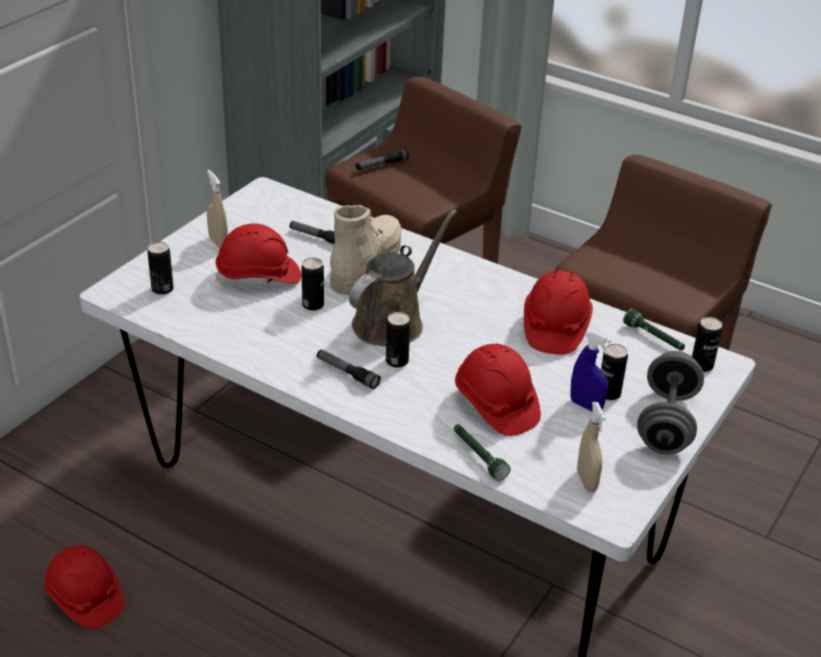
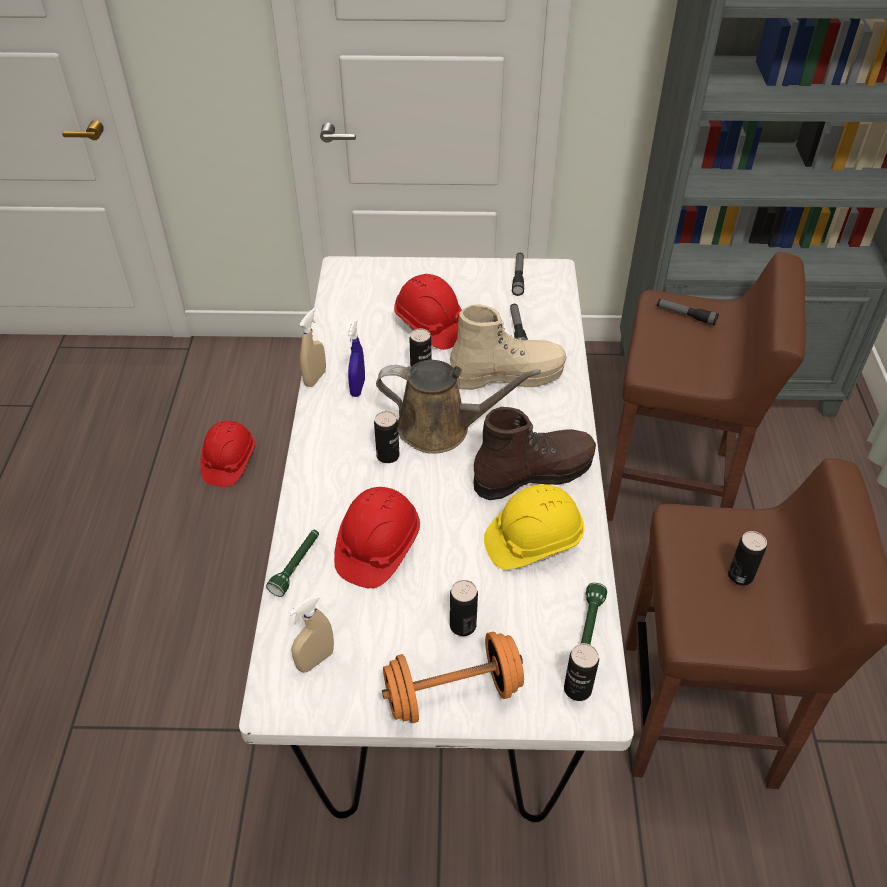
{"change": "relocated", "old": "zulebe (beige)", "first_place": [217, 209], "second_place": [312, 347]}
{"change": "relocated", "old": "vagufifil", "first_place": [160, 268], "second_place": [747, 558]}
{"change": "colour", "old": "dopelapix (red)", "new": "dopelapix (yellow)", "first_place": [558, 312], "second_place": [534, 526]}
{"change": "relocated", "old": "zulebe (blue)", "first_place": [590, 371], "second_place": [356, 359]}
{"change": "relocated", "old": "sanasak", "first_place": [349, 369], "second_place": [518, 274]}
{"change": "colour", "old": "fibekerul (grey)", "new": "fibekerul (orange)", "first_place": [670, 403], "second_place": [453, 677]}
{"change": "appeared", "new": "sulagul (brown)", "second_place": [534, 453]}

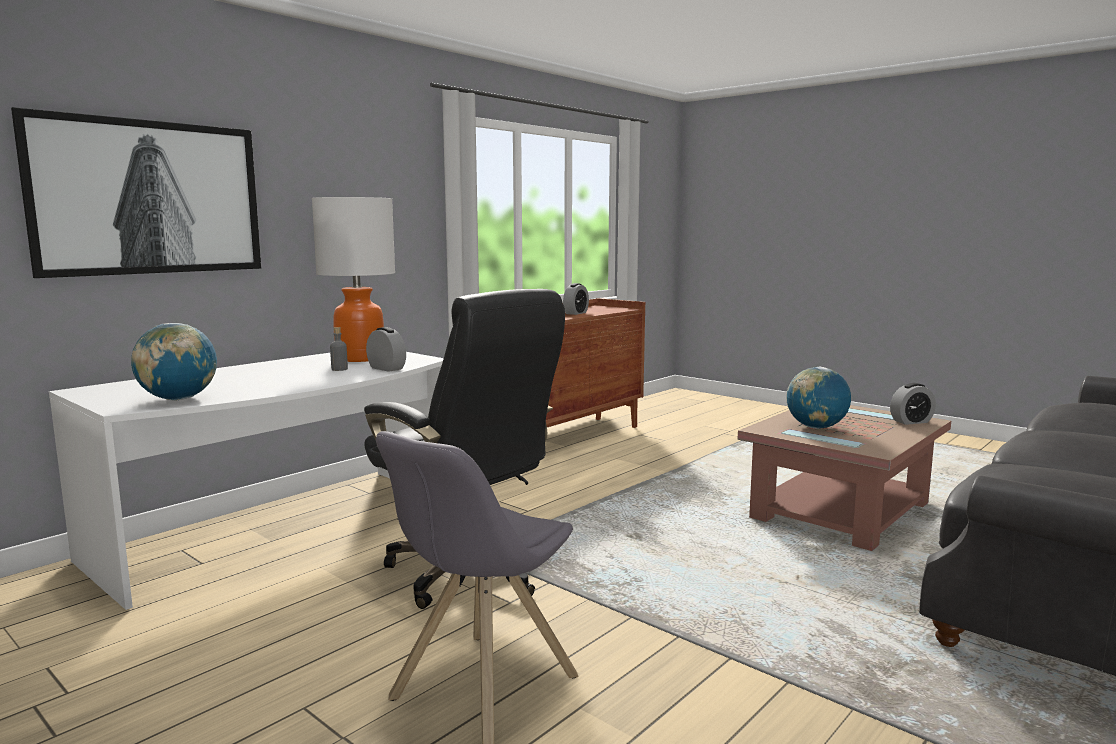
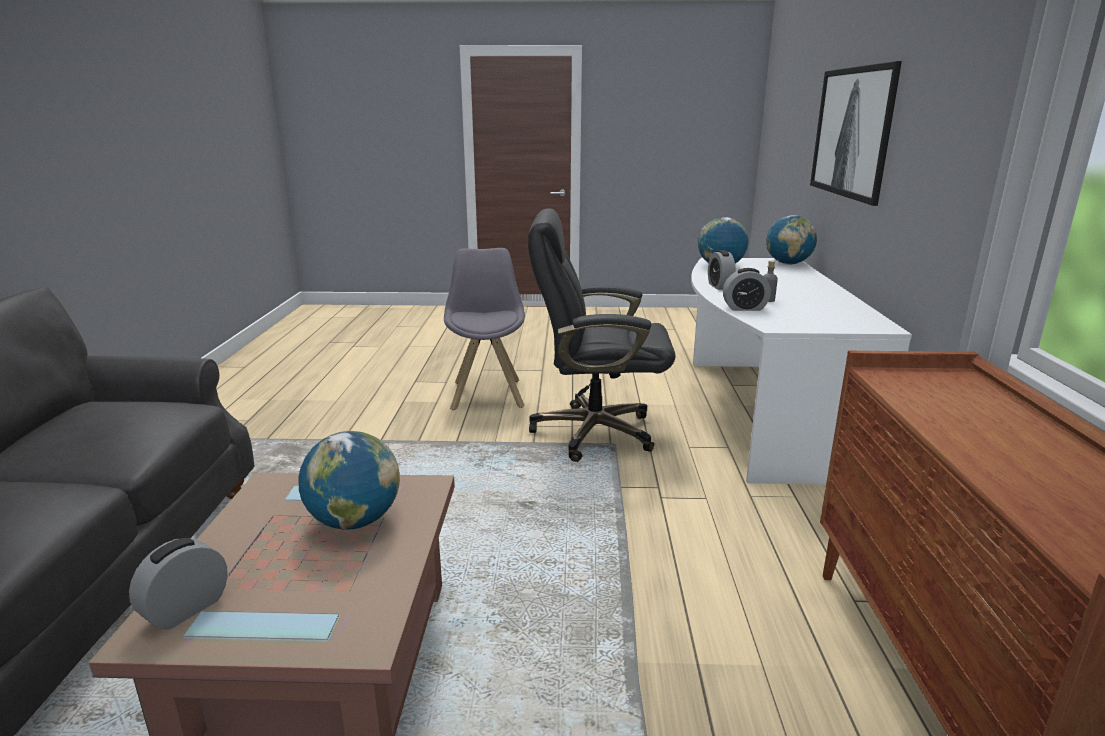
{"change": "missing", "old": "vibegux", "first_place": [353, 279]}
{"change": "relocated", "old": "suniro", "first_place": [576, 299], "second_place": [722, 270]}
{"change": "appeared", "new": "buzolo", "second_place": [791, 240]}

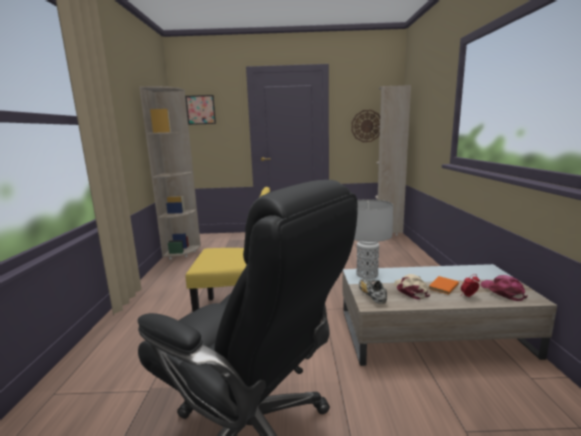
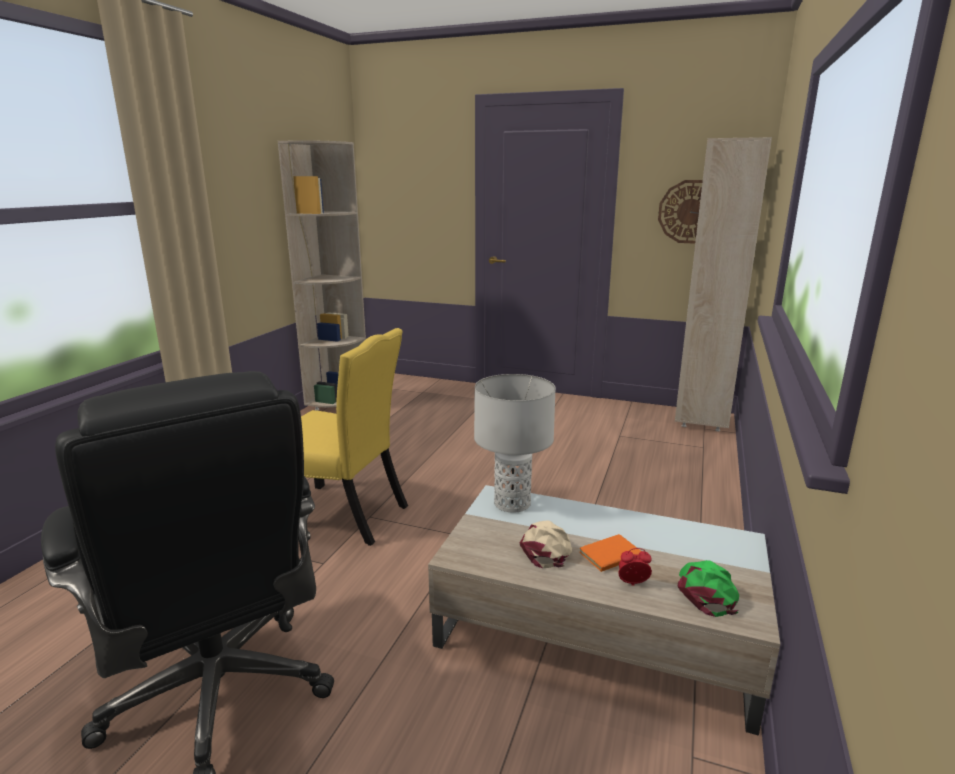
{"change": "missing", "old": "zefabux", "first_place": [200, 110]}
{"change": "colour", "old": "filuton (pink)", "new": "filuton (green)", "first_place": [504, 288], "second_place": [708, 588]}
{"change": "missing", "old": "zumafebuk", "first_place": [373, 291]}

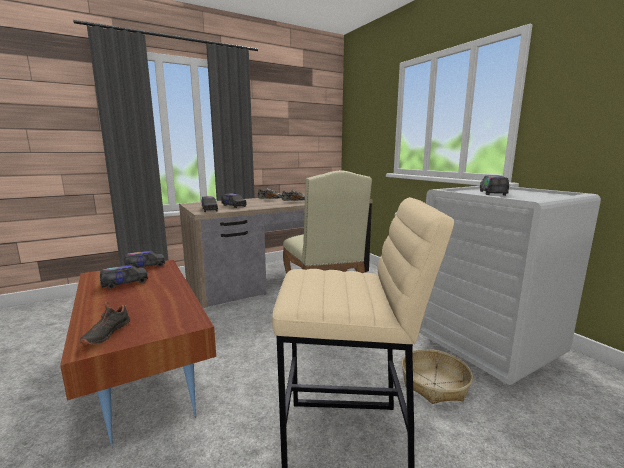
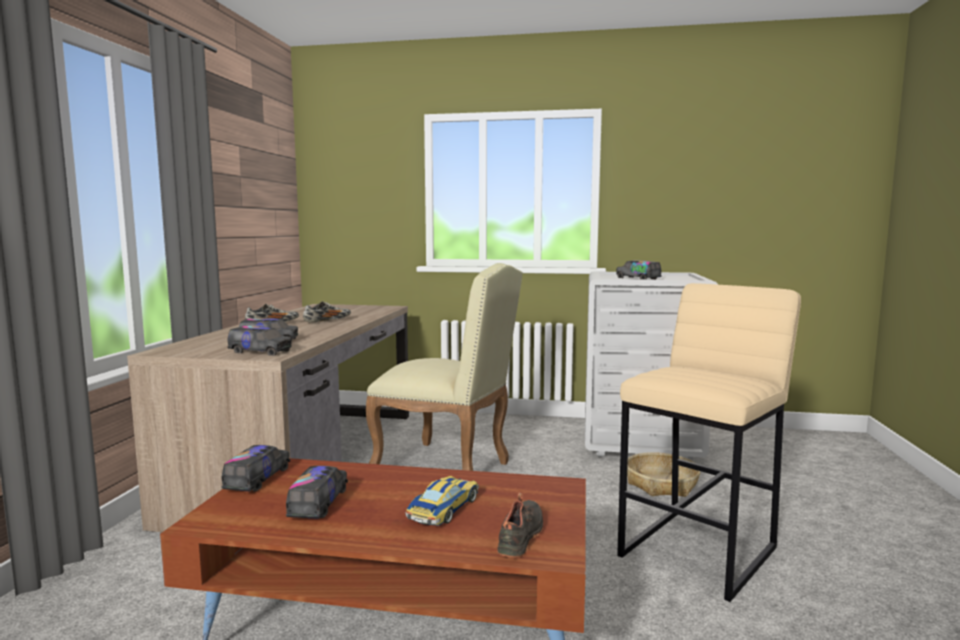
{"change": "spun", "old": "zumafebuk (black)", "first_place": [105, 323], "second_place": [520, 525], "degrees": -120}
{"change": "appeared", "new": "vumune", "second_place": [442, 501]}

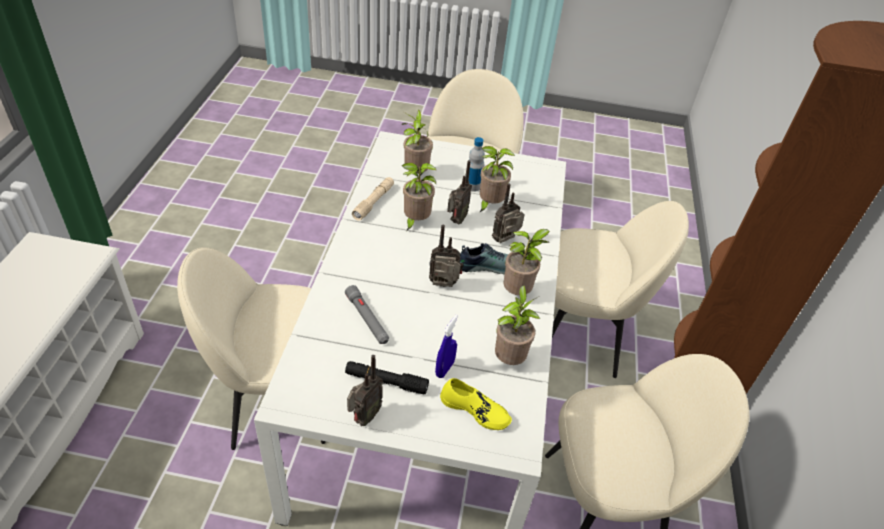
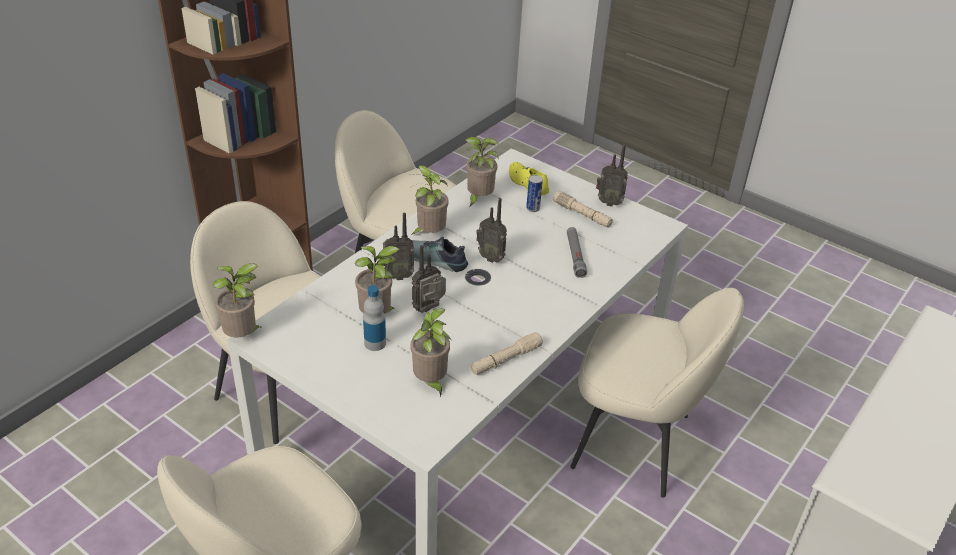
{"change": "relocated", "old": "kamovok", "first_place": [419, 197], "second_place": [237, 300]}
{"change": "exchanged", "old": "zulebe (blue)", "new": "vagufifil", "first_place": [446, 346], "second_place": [534, 193]}
{"change": "spun", "old": "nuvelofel", "first_place": [365, 390], "second_place": [612, 175], "degrees": -135}
{"change": "colour", "old": "sanasak (black)", "new": "sanasak (beige)", "first_place": [387, 377], "second_place": [583, 209]}

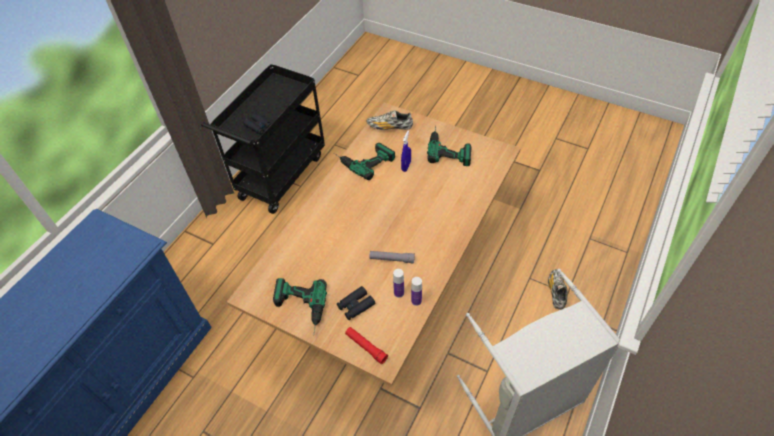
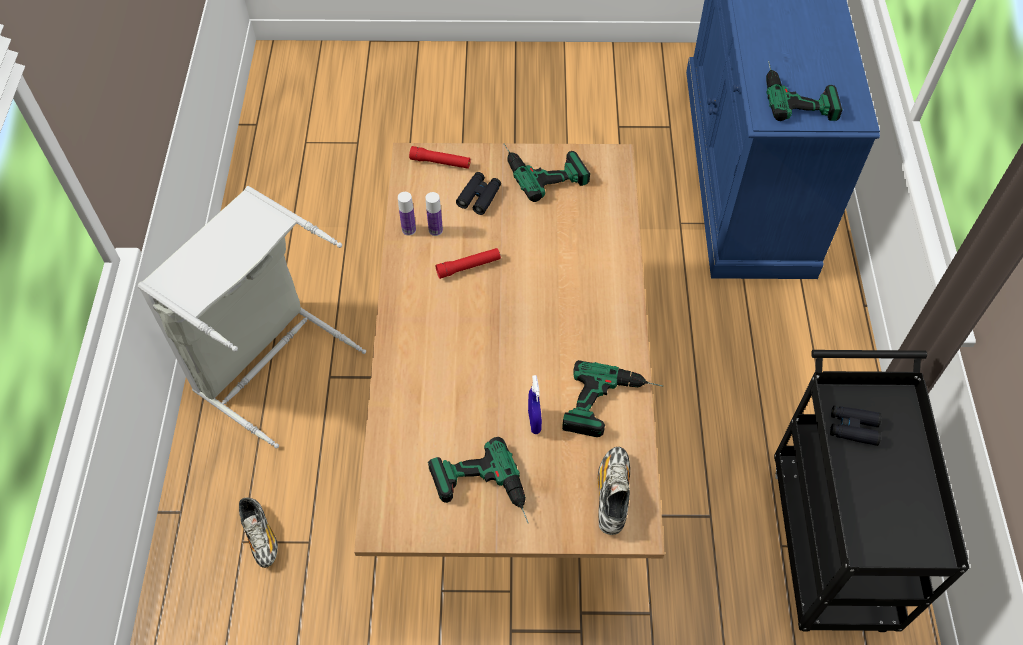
{"change": "spun", "old": "zumafebuk", "first_place": [389, 120], "second_place": [614, 491], "degrees": -60}
{"change": "colour", "old": "sanasak (grey)", "new": "sanasak (red)", "first_place": [392, 257], "second_place": [468, 263]}
{"change": "appeared", "new": "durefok", "second_place": [804, 91]}

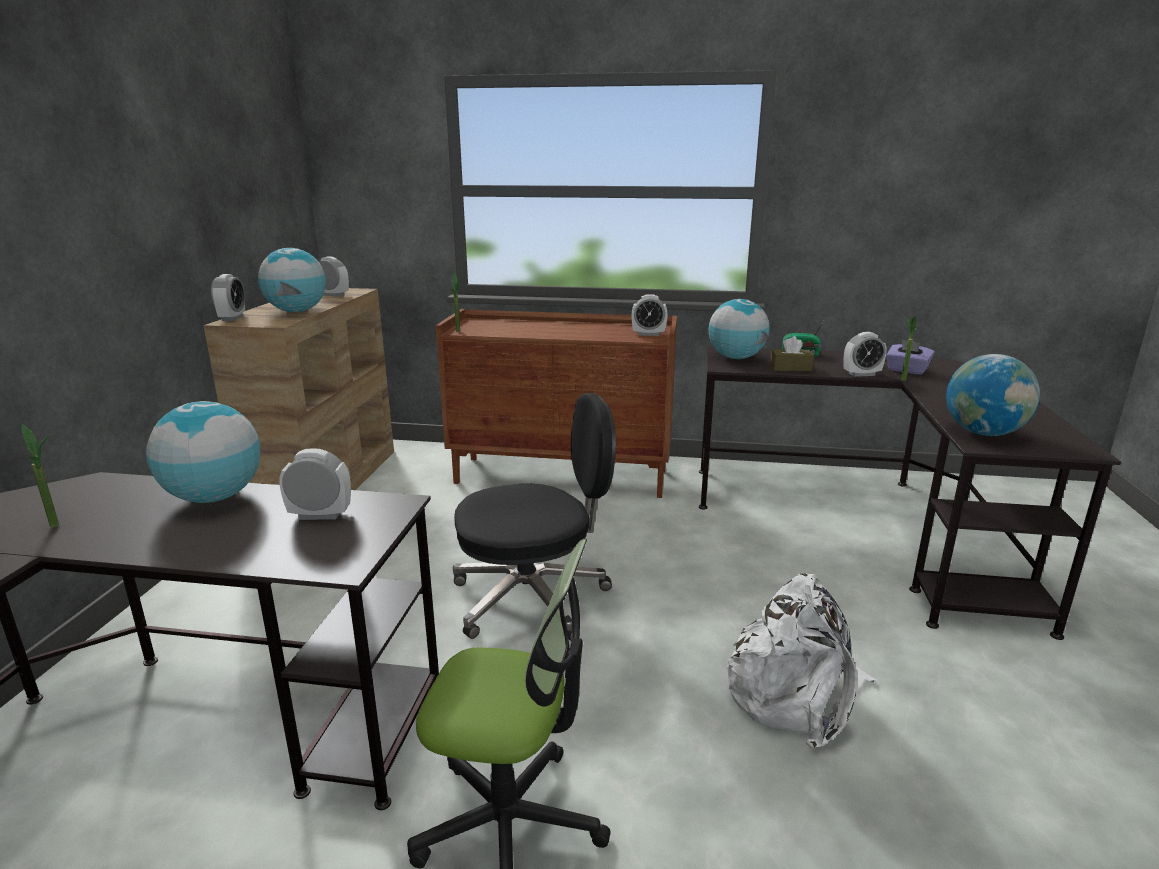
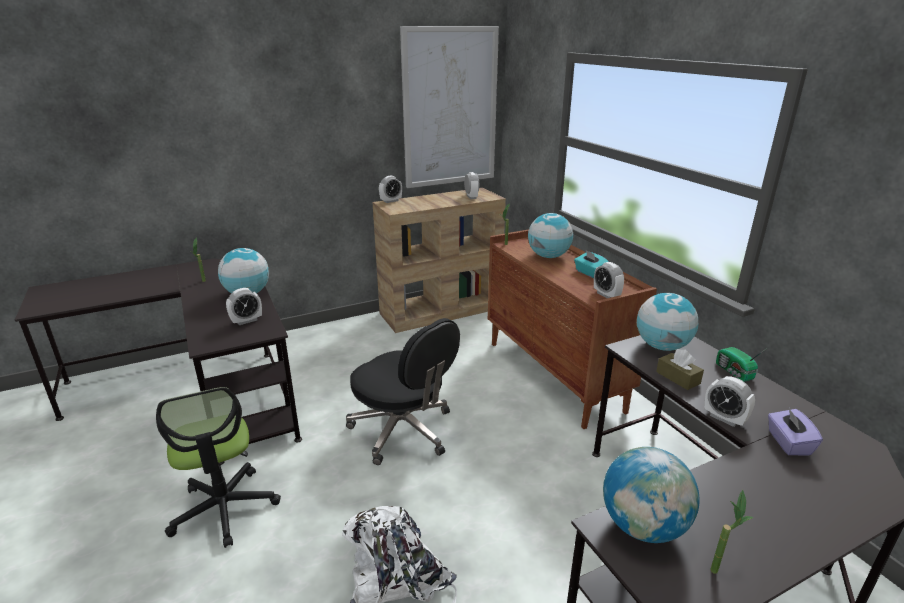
{"change": "relocated", "old": "buzolo", "first_place": [292, 280], "second_place": [550, 235]}
{"change": "relocated", "old": "kamovok", "first_place": [909, 348], "second_place": [732, 532]}
{"change": "spun", "old": "suniro", "first_place": [315, 484], "second_place": [244, 306], "degrees": 90}
{"change": "appeared", "new": "zefabux", "second_place": [449, 107]}
{"change": "appeared", "new": "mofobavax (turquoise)", "second_place": [591, 264]}

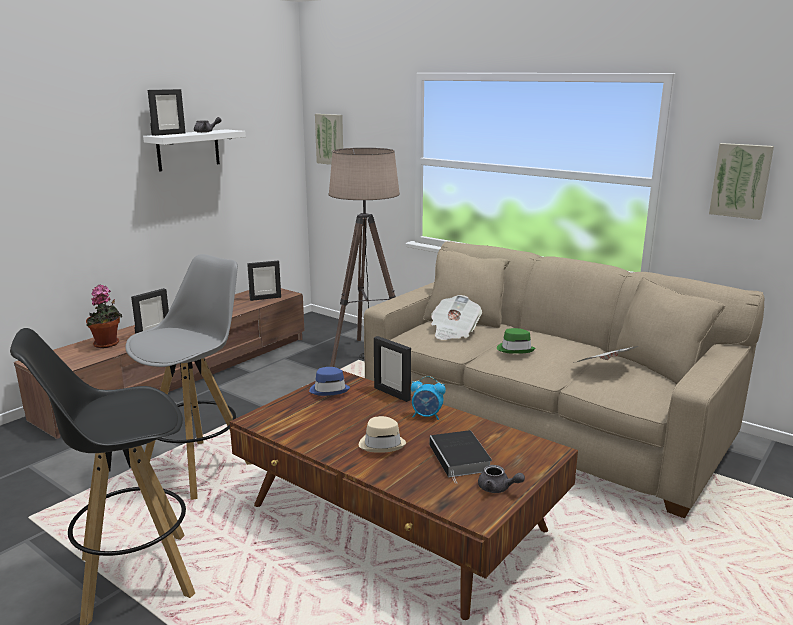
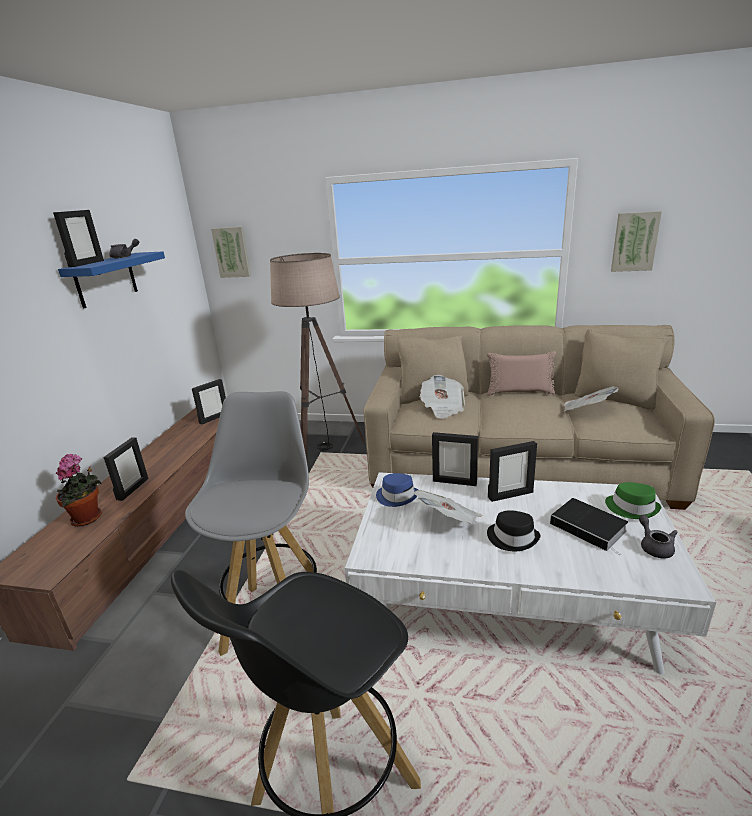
{"change": "colour", "old": "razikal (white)", "new": "razikal (blue)", "first_place": [194, 150], "second_place": [111, 280]}
{"change": "relocated", "old": "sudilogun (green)", "first_place": [516, 341], "second_place": [633, 500]}
{"change": "colour", "old": "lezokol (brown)", "new": "lezokol (white)", "first_place": [403, 495], "second_place": [530, 573]}
{"change": "exchanged", "old": "suniro", "new": "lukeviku", "first_place": [428, 398], "second_place": [512, 471]}
{"change": "colour", "old": "sudilogun (beige)", "new": "sudilogun (black)", "first_place": [382, 434], "second_place": [513, 530]}
{"change": "spun", "old": "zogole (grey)", "first_place": [501, 479], "second_place": [658, 537], "degrees": -105}
{"change": "appeared", "new": "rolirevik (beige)", "second_place": [521, 373]}
{"change": "appeared", "new": "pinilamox", "second_place": [448, 507]}

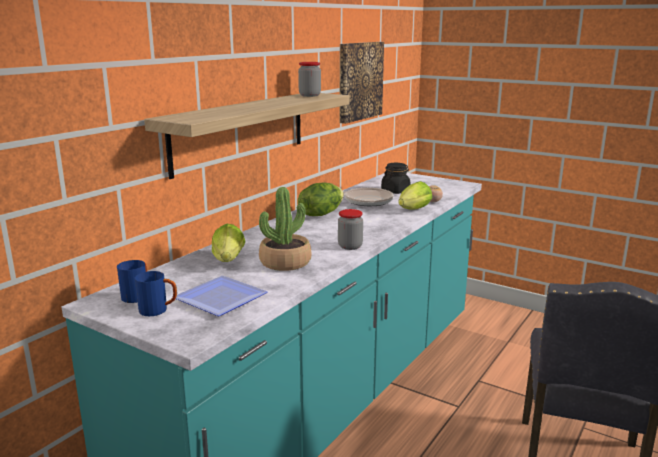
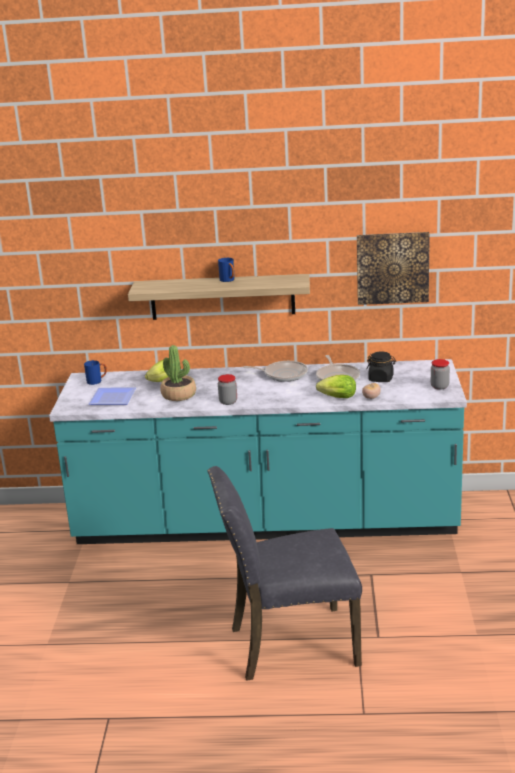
{"change": "relocated", "old": "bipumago", "first_place": [309, 79], "second_place": [440, 374]}
{"change": "exchanged", "old": "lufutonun", "new": "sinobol", "first_place": [321, 199], "second_place": [275, 371]}
{"change": "relocated", "old": "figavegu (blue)", "first_place": [155, 293], "second_place": [226, 270]}

